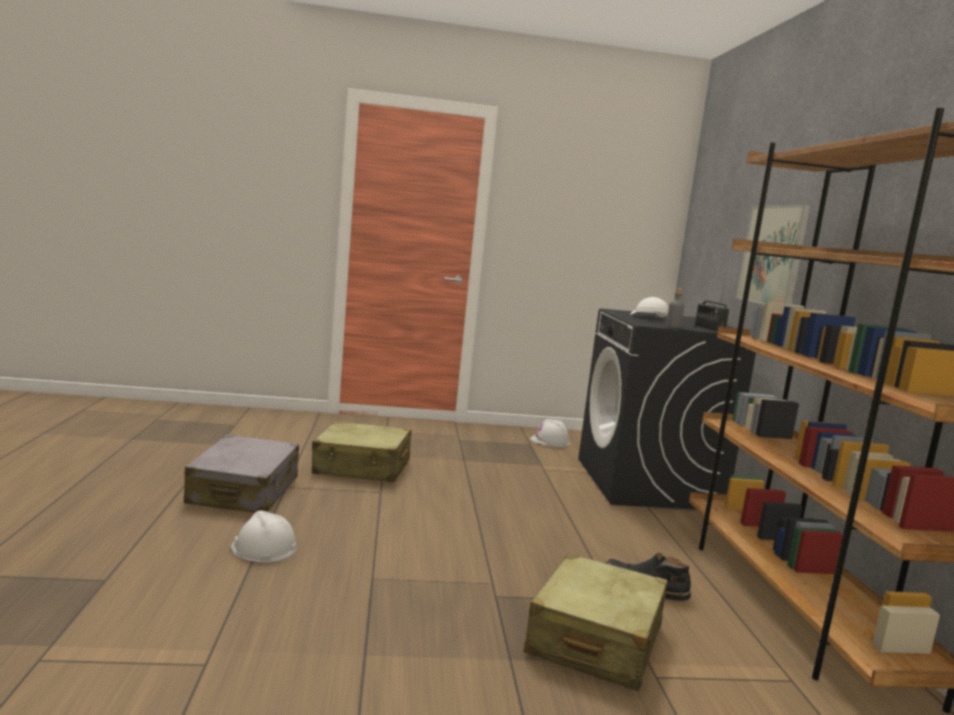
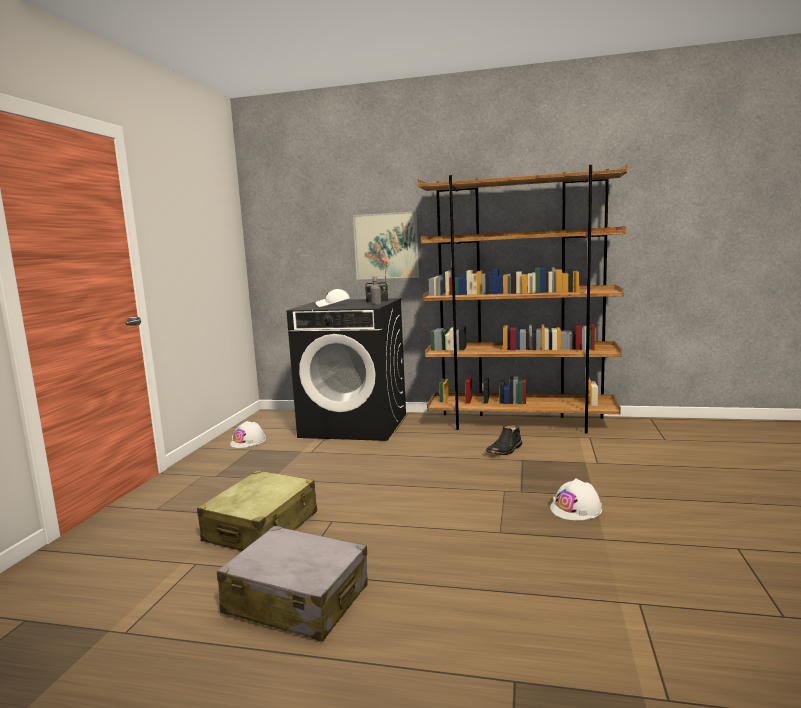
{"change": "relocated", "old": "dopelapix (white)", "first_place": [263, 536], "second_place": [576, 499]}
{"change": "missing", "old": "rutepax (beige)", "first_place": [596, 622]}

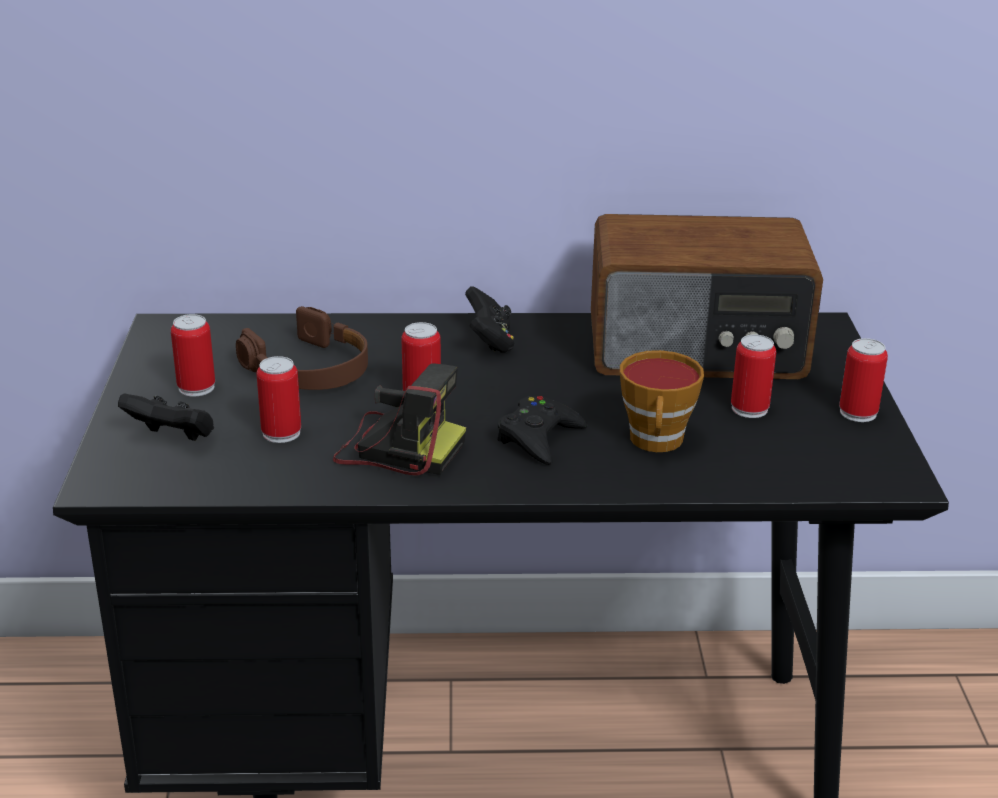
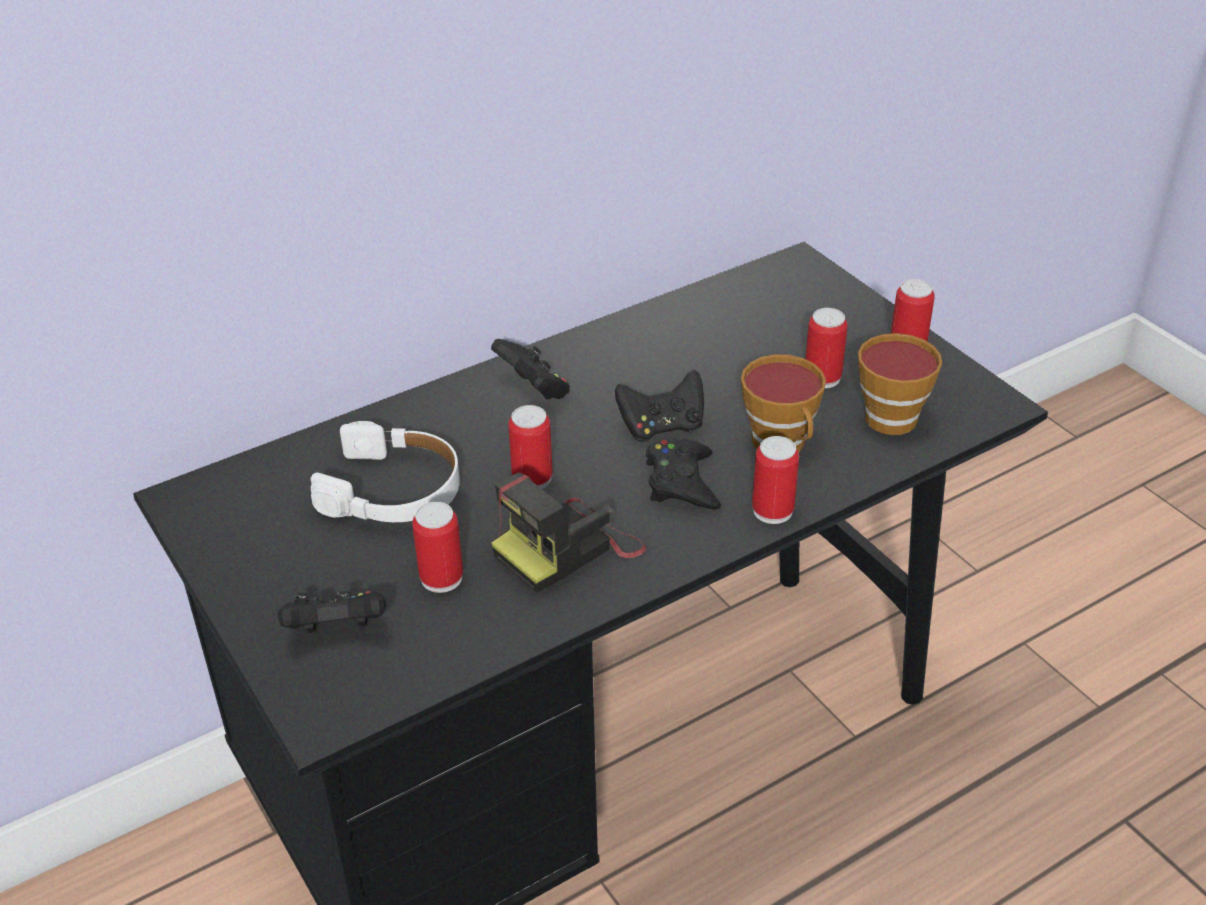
{"change": "missing", "old": "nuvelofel", "first_place": [707, 296]}
{"change": "colour", "old": "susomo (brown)", "new": "susomo (white)", "first_place": [302, 348], "second_place": [385, 471]}
{"change": "relocated", "old": "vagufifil", "first_place": [193, 355], "second_place": [775, 480]}
{"change": "spun", "old": "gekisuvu", "first_place": [399, 419], "second_place": [568, 533], "degrees": 150}
{"change": "appeared", "new": "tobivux", "second_place": [900, 384]}
{"change": "appeared", "new": "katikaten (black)", "second_place": [659, 406]}

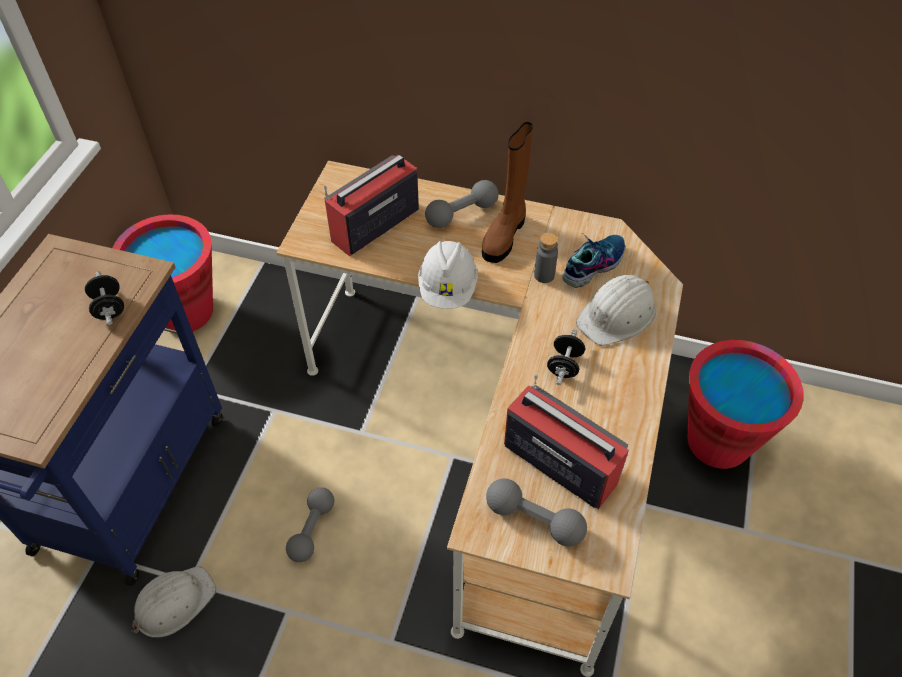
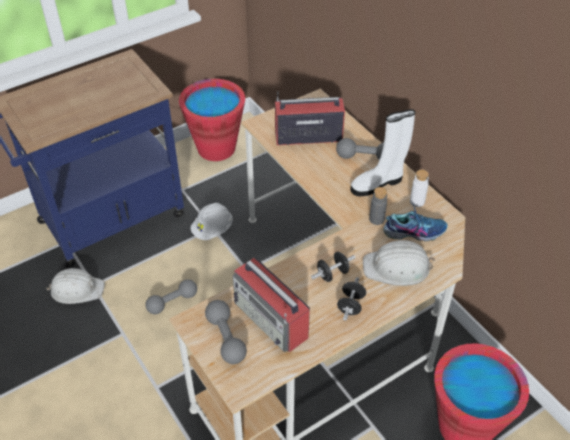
{"change": "colour", "old": "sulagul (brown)", "new": "sulagul (white)", "first_place": [507, 192], "second_place": [382, 152]}
{"change": "relocated", "old": "dopelapix (white)", "first_place": [448, 275], "second_place": [212, 221]}
{"change": "relocated", "old": "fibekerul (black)", "first_place": [104, 298], "second_place": [351, 299]}
{"change": "spun", "old": "nuvelofel", "first_place": [566, 442], "second_place": [271, 305], "degrees": 150}
{"change": "appeared", "new": "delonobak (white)", "second_place": [419, 188]}

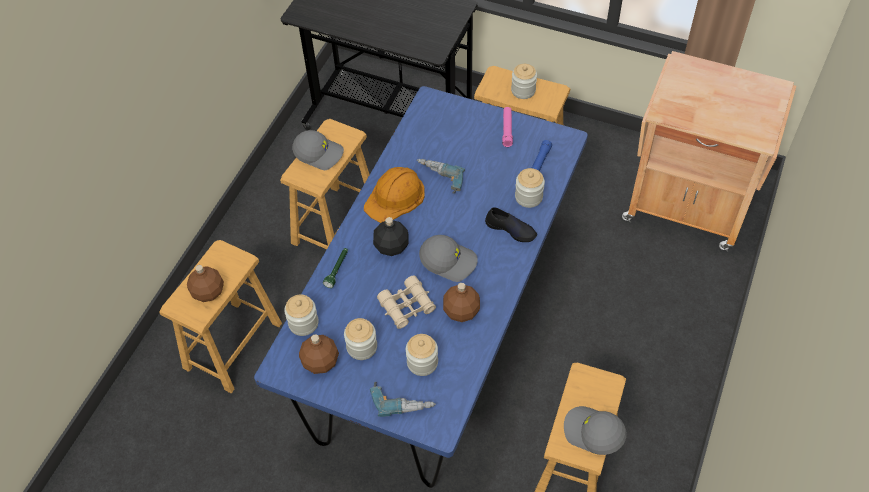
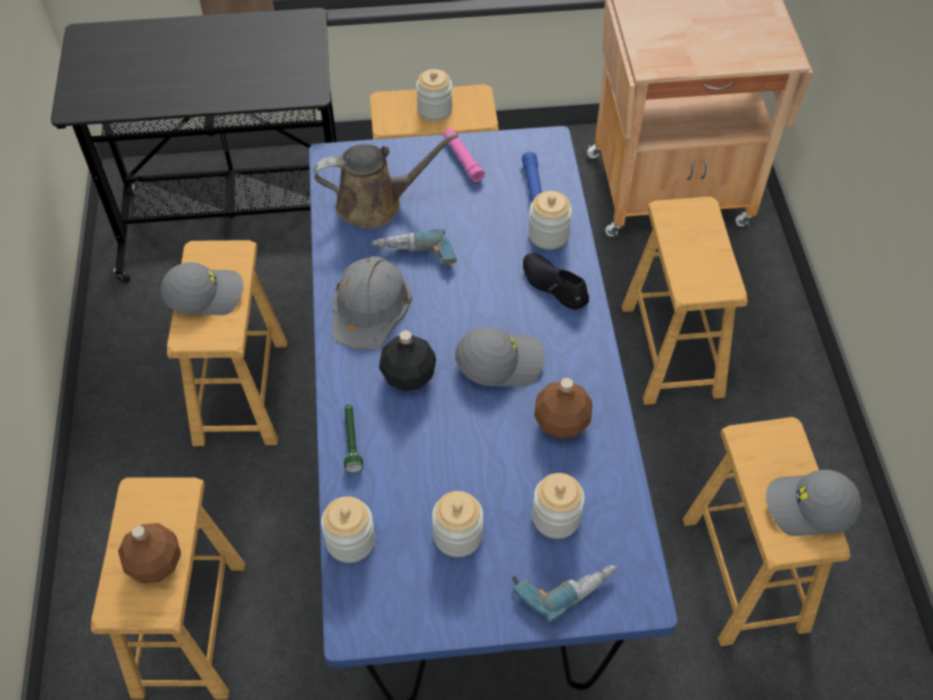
{"change": "colour", "old": "dopelapix (orange)", "new": "dopelapix (grey)", "first_place": [394, 195], "second_place": [372, 303]}
{"change": "spun", "old": "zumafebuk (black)", "first_place": [511, 224], "second_place": [556, 281], "degrees": -135}
{"change": "missing", "old": "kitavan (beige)", "first_place": [406, 302]}
{"change": "missing", "old": "delonobak (brown)", "first_place": [319, 354]}
{"change": "appeared", "new": "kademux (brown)", "second_place": [386, 181]}
{"change": "appeared", "new": "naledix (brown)", "second_place": [684, 300]}

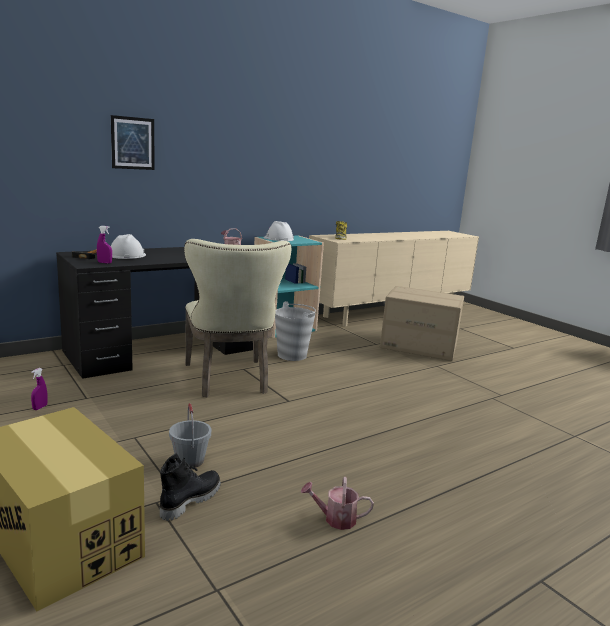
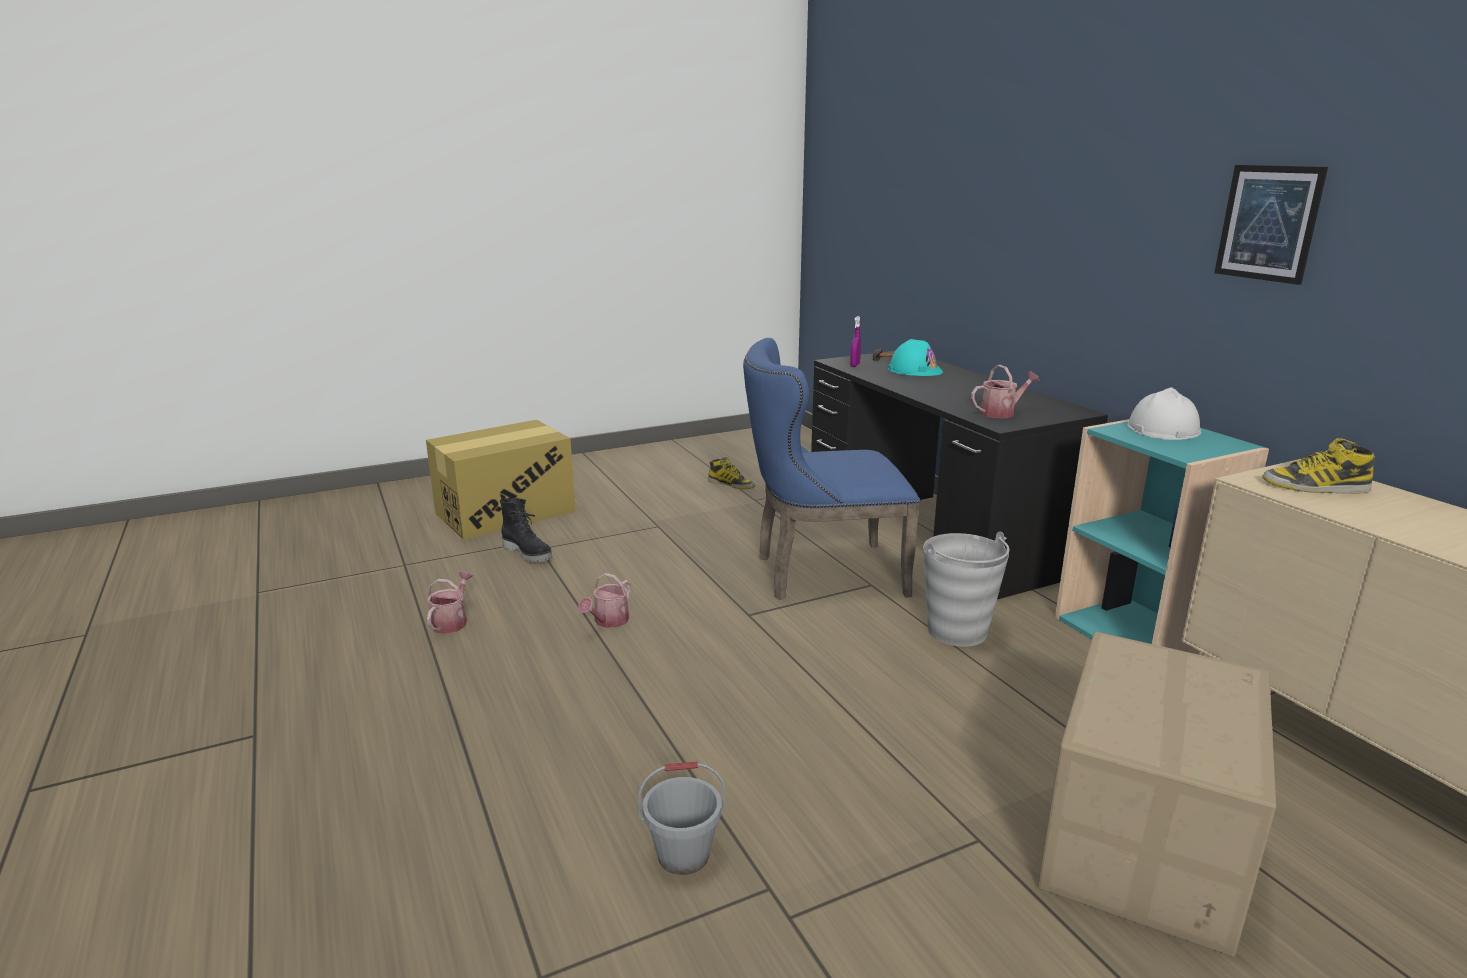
{"change": "relocated", "old": "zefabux", "first_place": [133, 142], "second_place": [1271, 225]}
{"change": "colour", "old": "dopelapix (white)", "new": "dopelapix (turquoise)", "first_place": [128, 246], "second_place": [915, 357]}
{"change": "colour", "old": "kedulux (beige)", "new": "kedulux (blue)", "first_place": [237, 318], "second_place": [831, 469]}
{"change": "exchanged", "old": "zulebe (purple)", "new": "sulagul", "first_place": [39, 389], "second_place": [731, 473]}
{"change": "relocated", "old": "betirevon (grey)", "first_place": [190, 436], "second_place": [681, 818]}
{"change": "appeared", "new": "kademux", "second_place": [604, 600]}

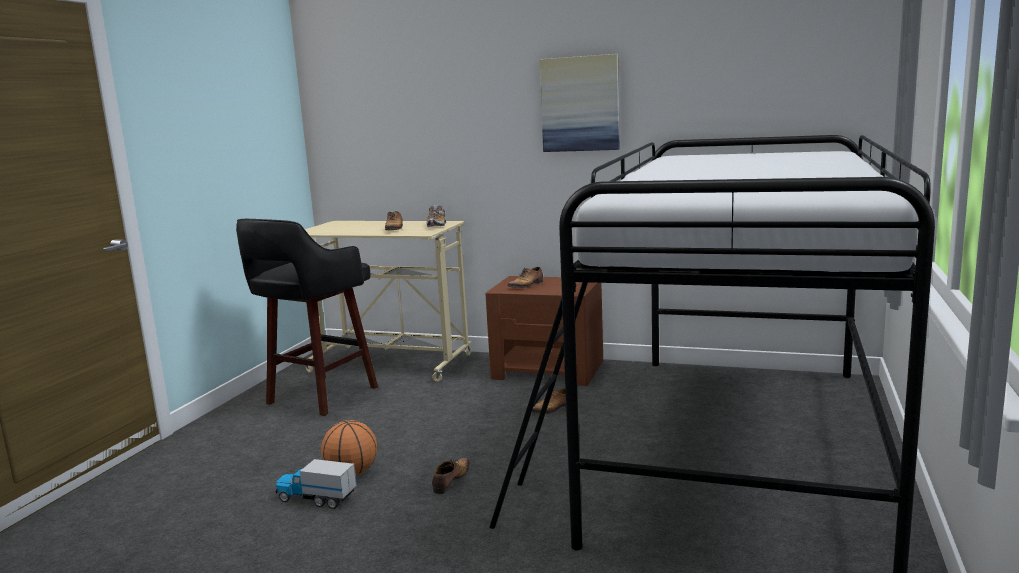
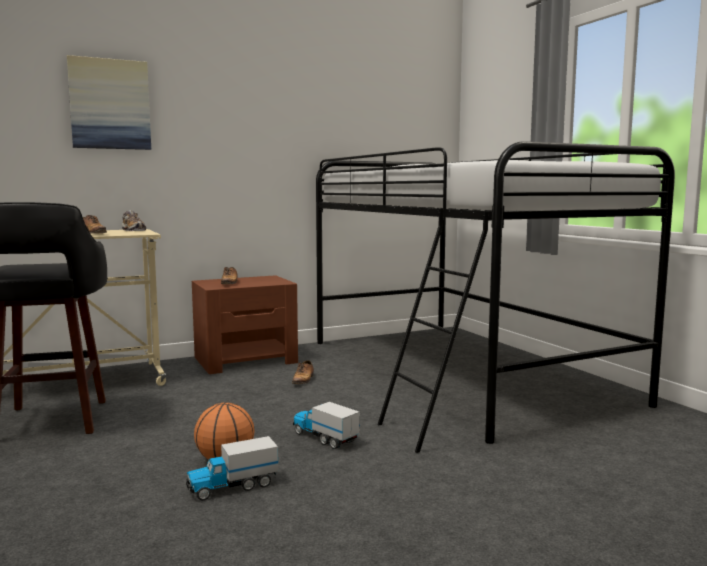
{"change": "relocated", "old": "zefabux", "first_place": [579, 103], "second_place": [109, 102]}
{"change": "exchanged", "old": "zumafebuk", "new": "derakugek", "first_place": [451, 476], "second_place": [326, 425]}

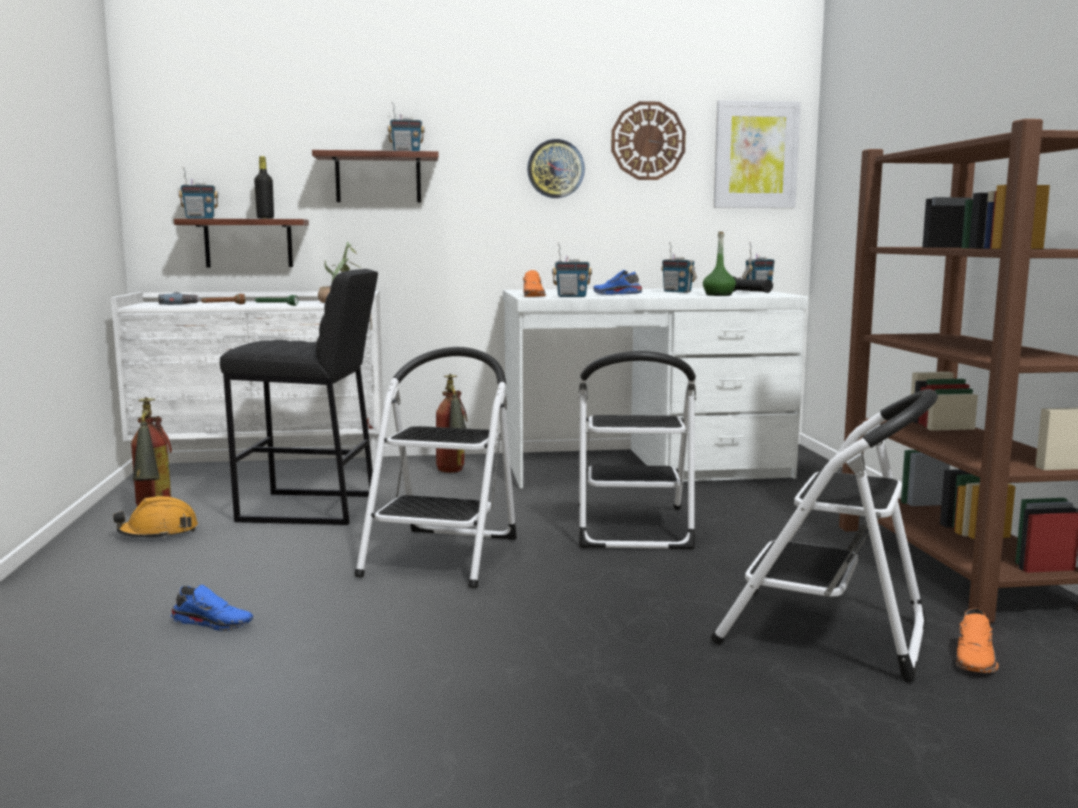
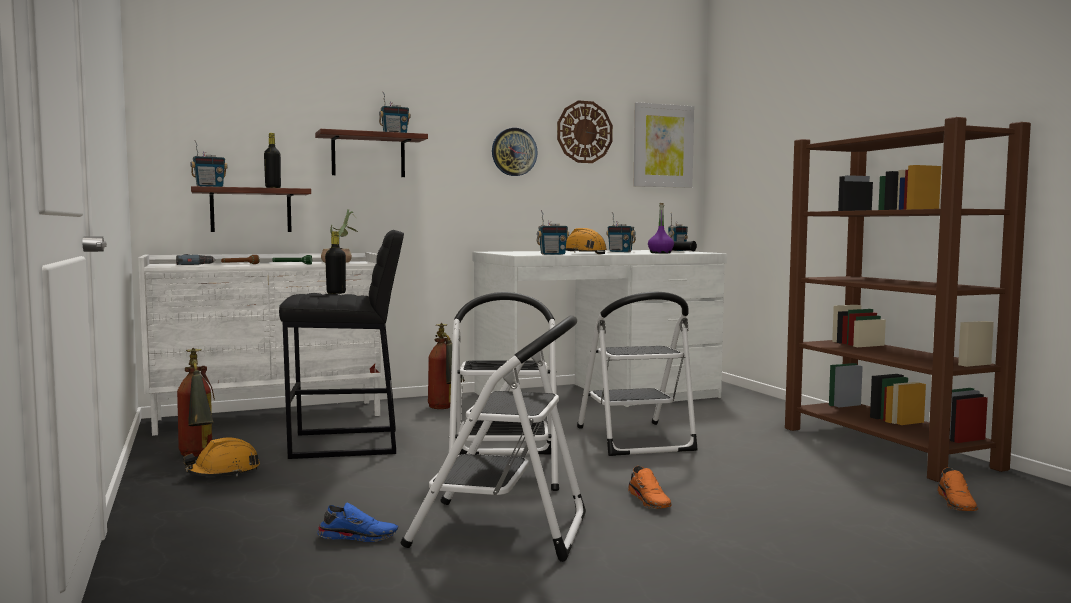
{"change": "colour", "old": "delonobak (green)", "new": "delonobak (purple)", "first_place": [719, 264], "second_place": [661, 228]}
{"change": "relocated", "old": "zumafebuk (orange)", "first_place": [534, 283], "second_place": [650, 487]}
{"change": "exchanged", "old": "zumafebuk (blue)", "new": "dopelapix (orange)", "first_place": [618, 282], "second_place": [586, 241]}
{"change": "relocated", "old": "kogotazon", "first_place": [824, 535], "second_place": [493, 438]}
{"change": "appeared", "new": "delonobak (black)", "second_place": [335, 262]}

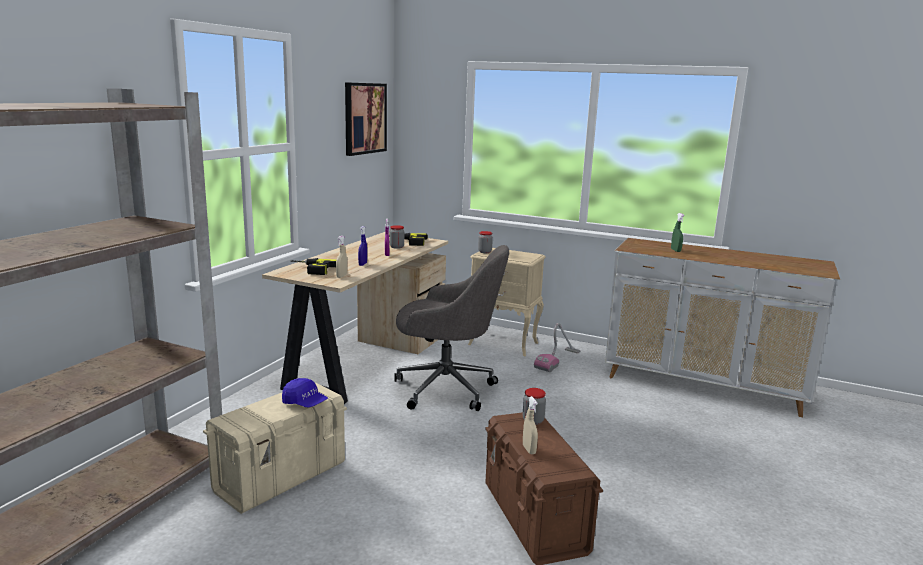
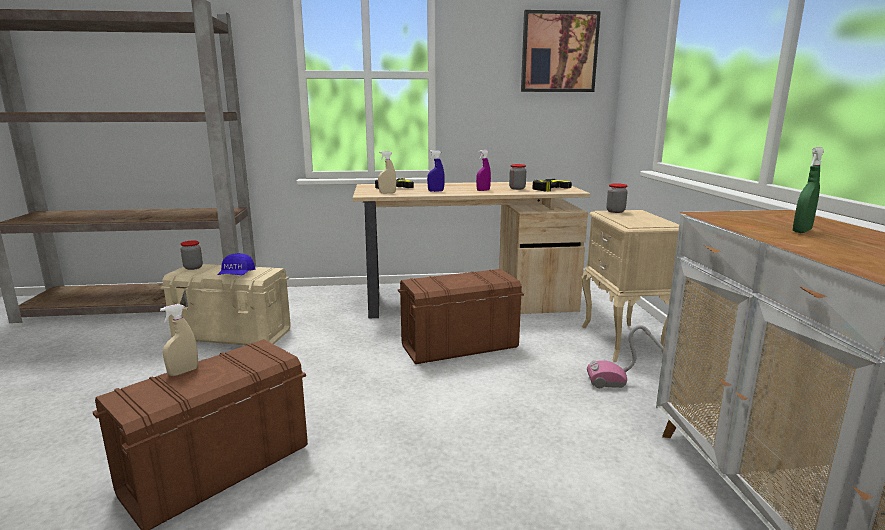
{"change": "exchanged", "old": "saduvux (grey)", "new": "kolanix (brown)", "first_place": [452, 328], "second_place": [461, 316]}
{"change": "relocated", "old": "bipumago", "first_place": [534, 406], "second_place": [192, 255]}

